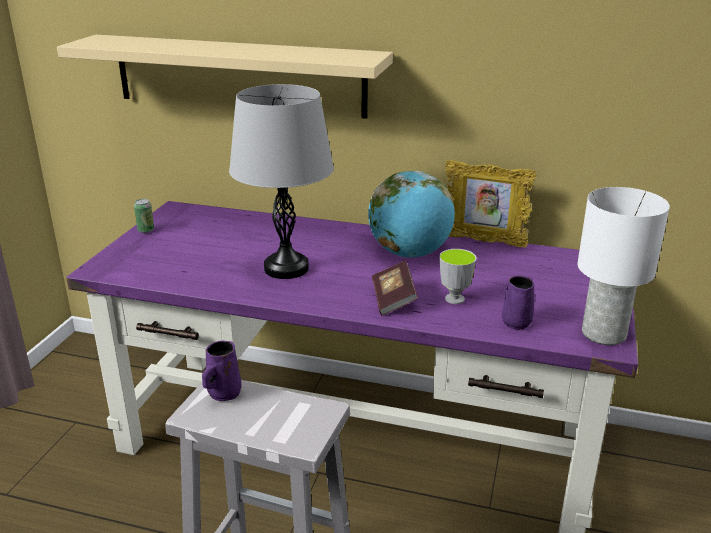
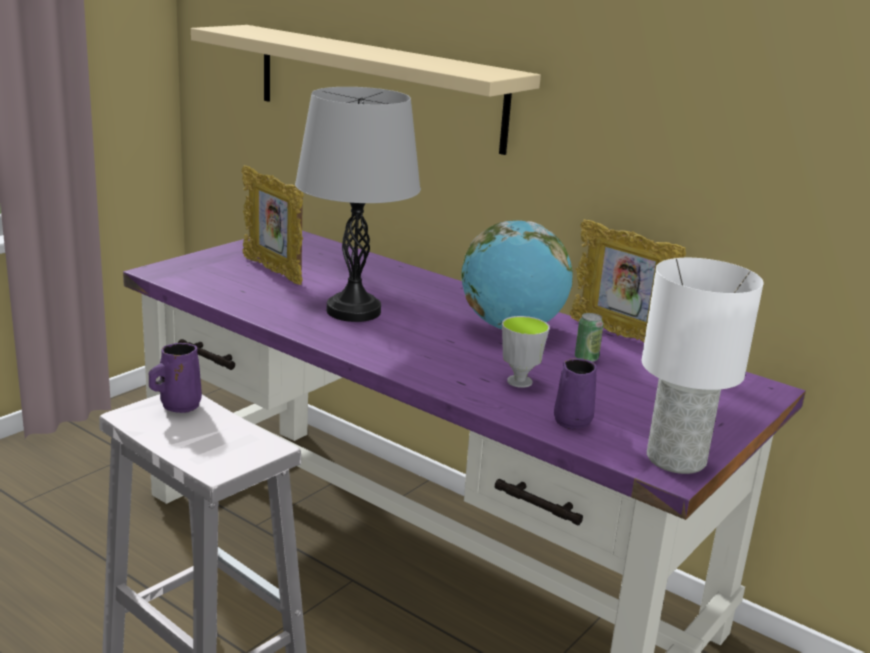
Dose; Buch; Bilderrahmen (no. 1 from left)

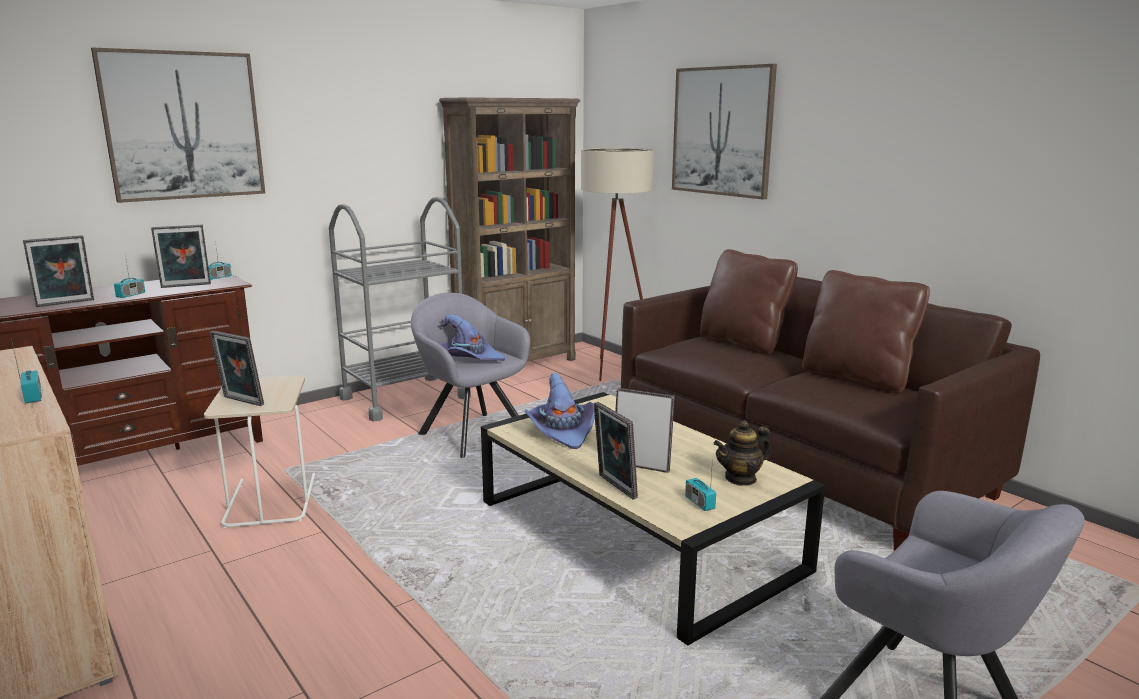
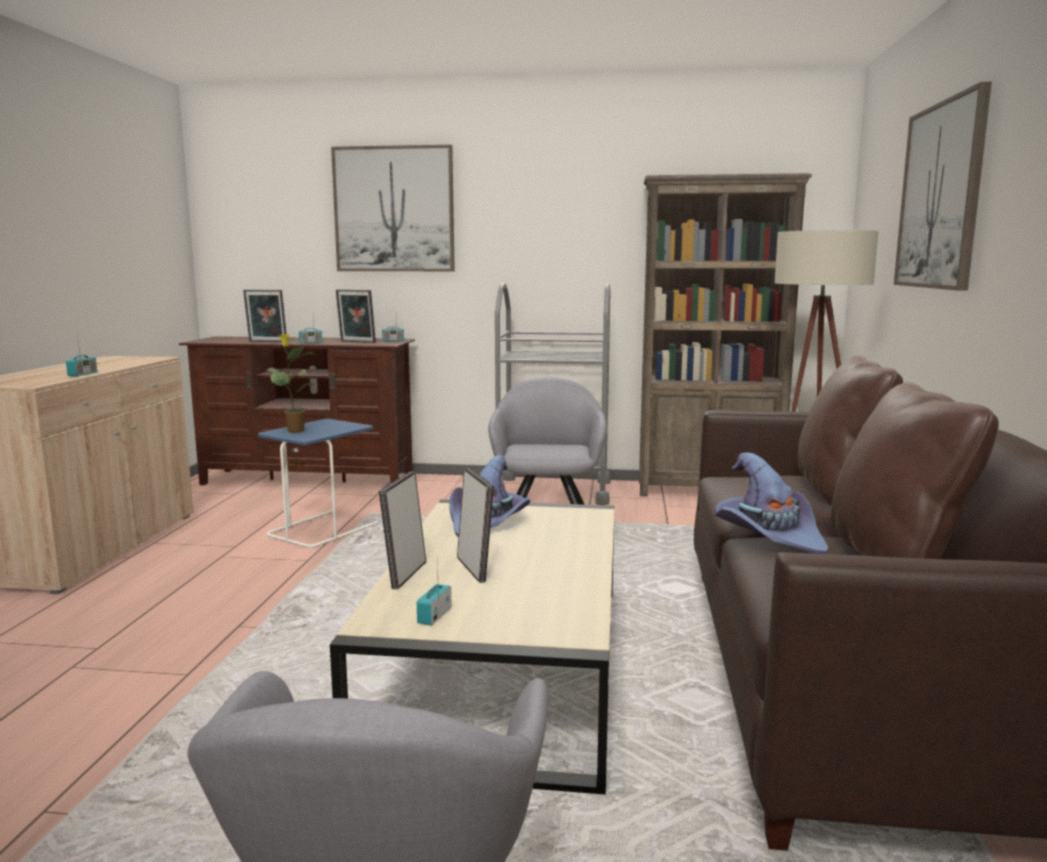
Beistelltisch (blau); Topfpflanze; Hut (lila) (no. 2 from left); Teekanne

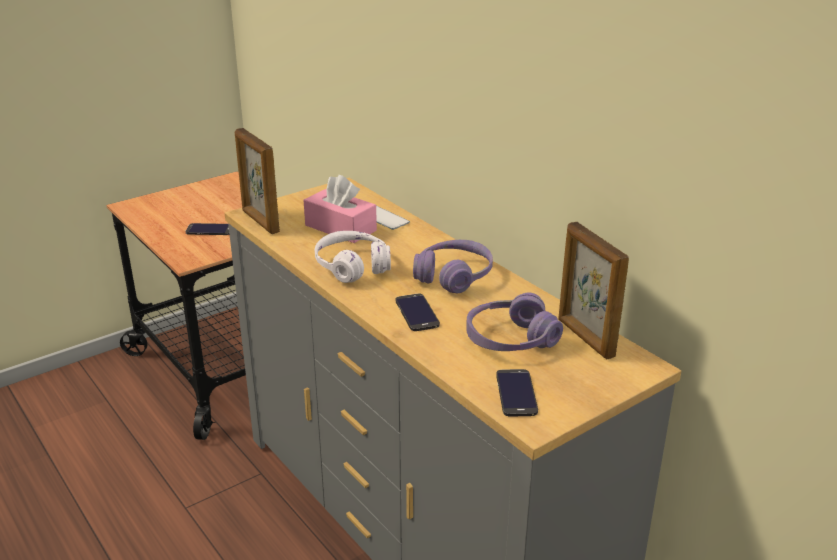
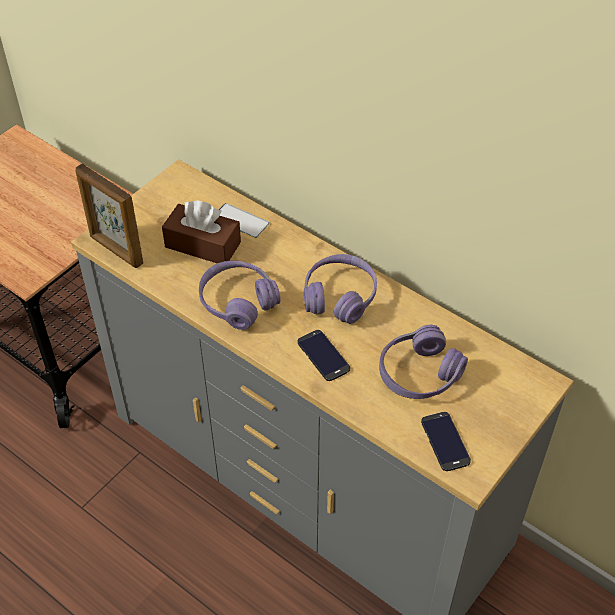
Handy (no. 1 from left in the first image); Taschentuchbox (braun); Kopfhörer (lila) (no. 1 from left); Bilderrahmen (no. 2 from left in the first image)

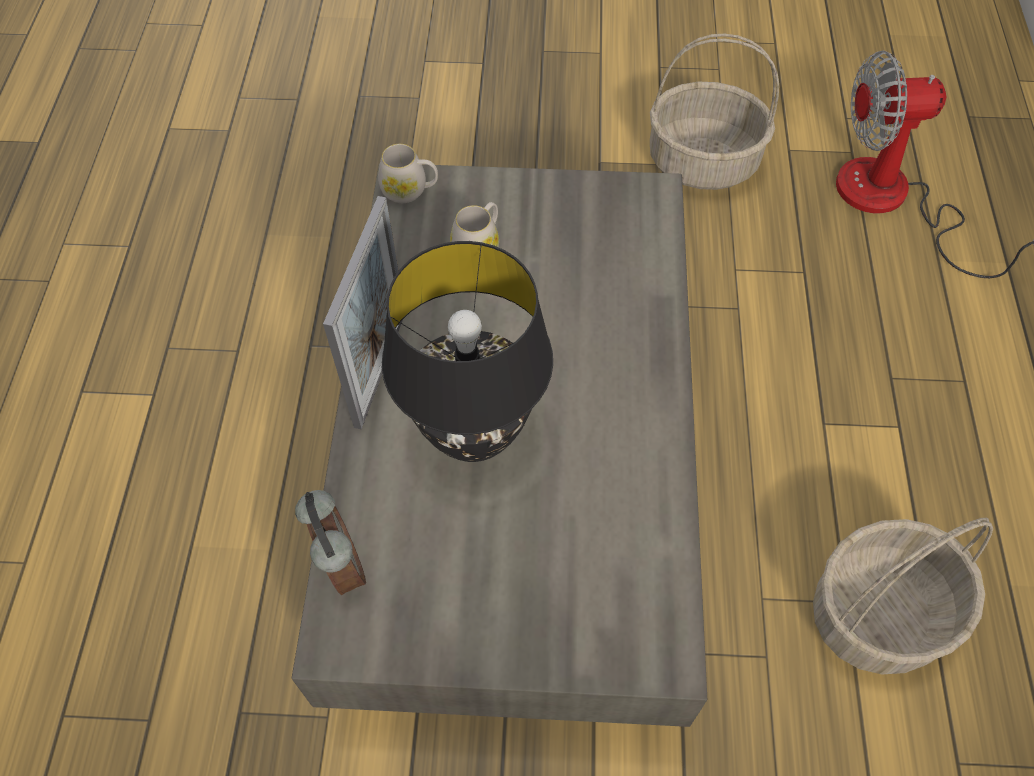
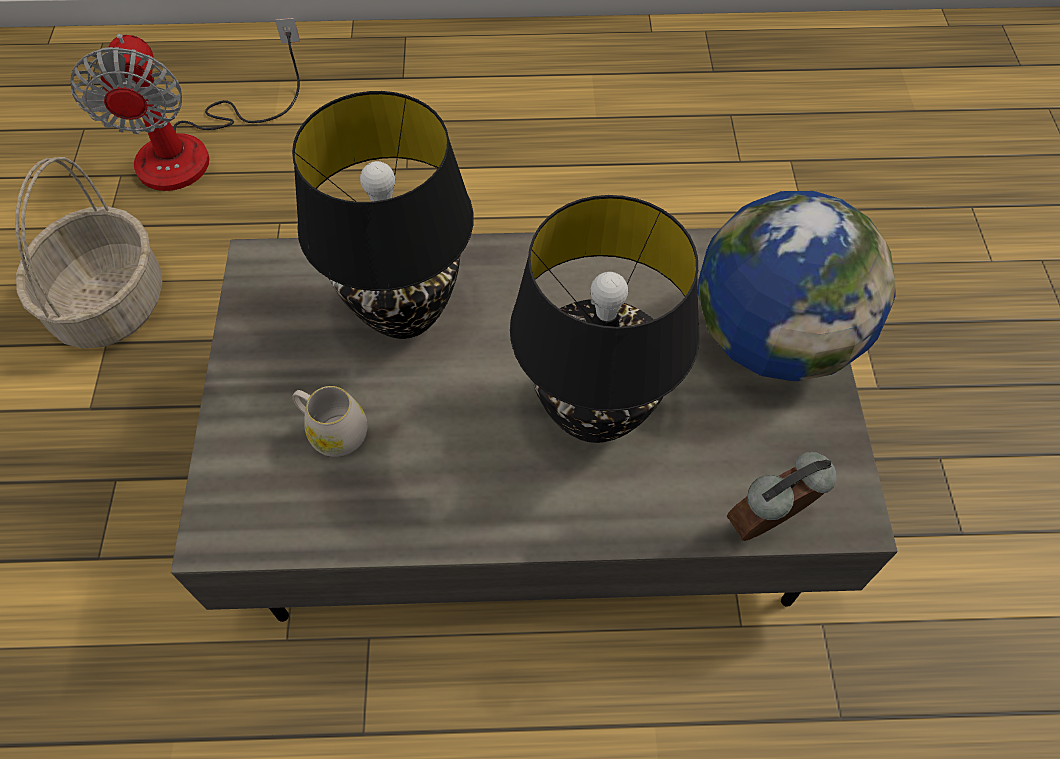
Bilderrahmen; Henkelbecher (weiß) (no. 1 from left in the first image); Korb (no. 2 from left in the first image); Tischlampe (schwarz) (no. 1 from left); Globus

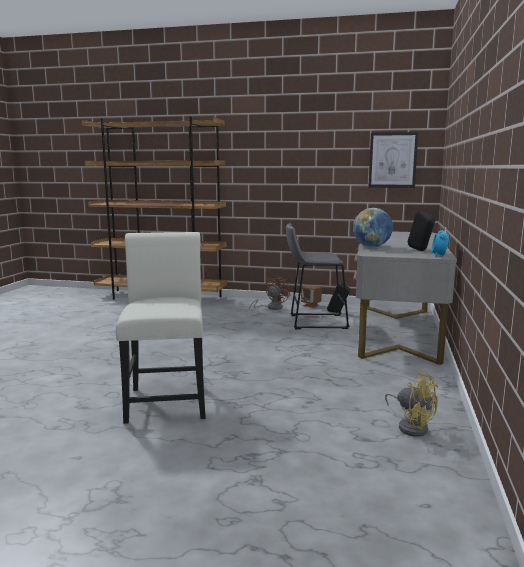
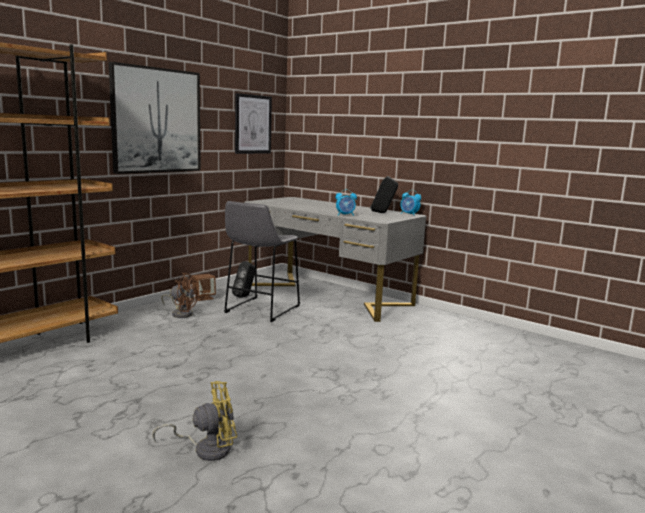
Stuhl (weiß); Ventilator (braun); Wecker (no. 1 from left); Ventilator (gelb); Bild (no. 1 from left)

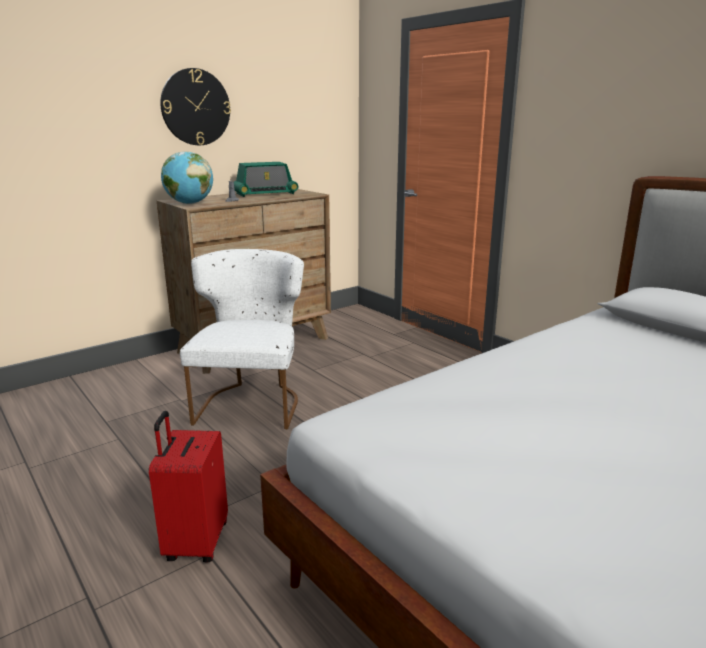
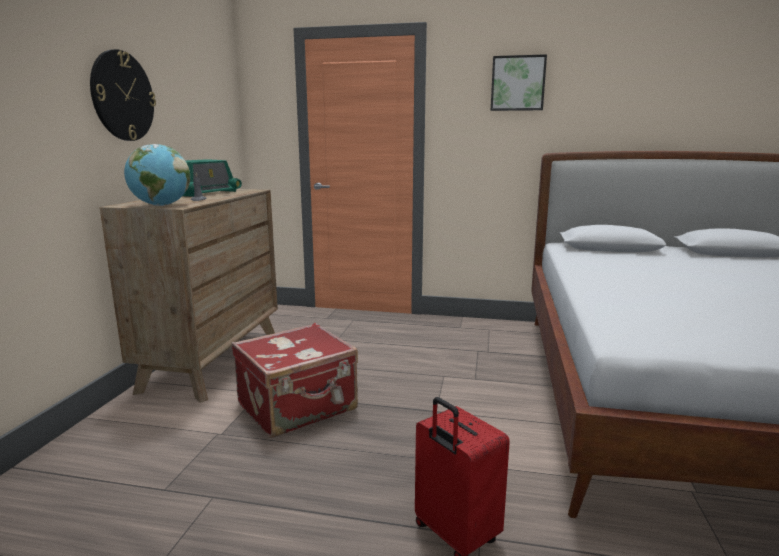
Koffer (rot) (no. 1 from left); Bild

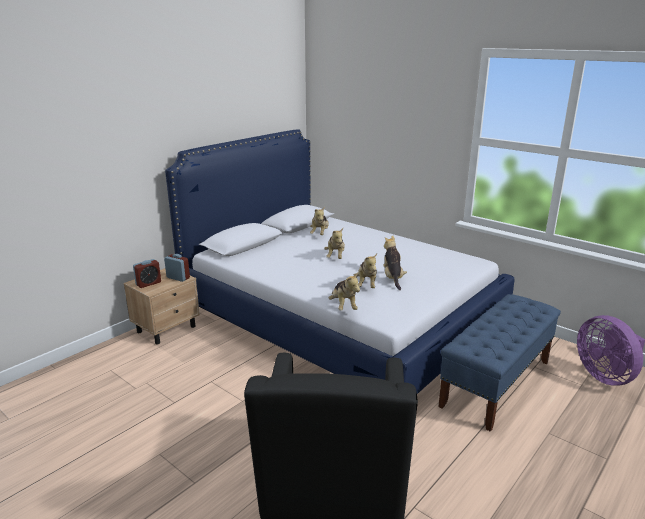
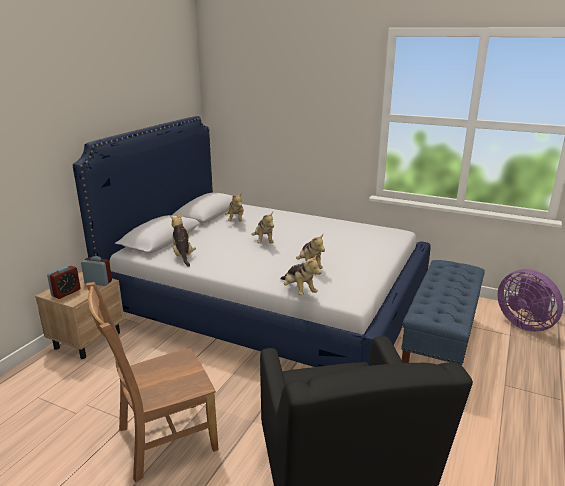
Plüschtier (no. 1 from left); Stuhl (braun)

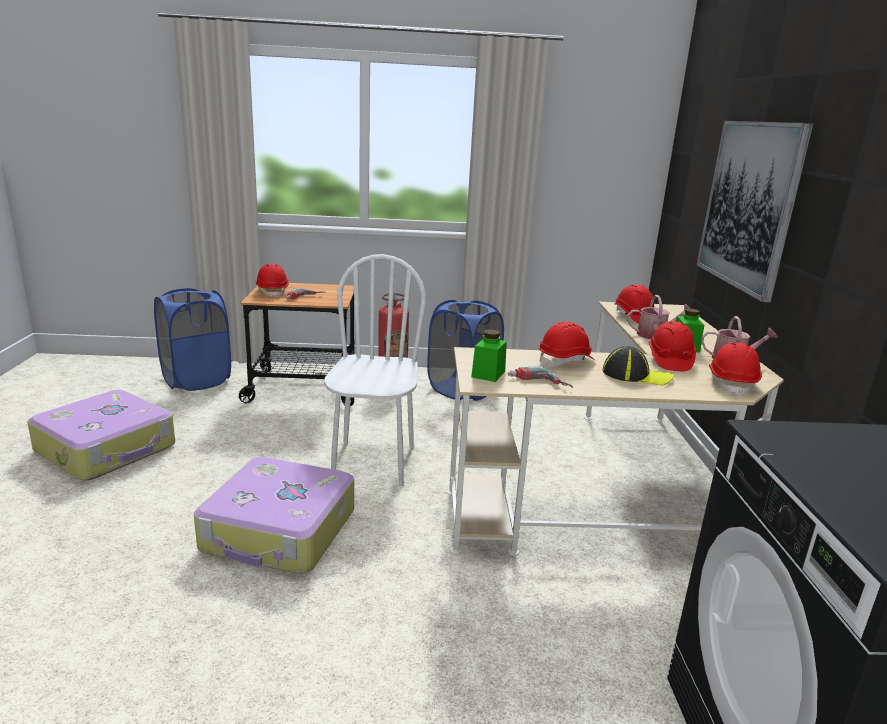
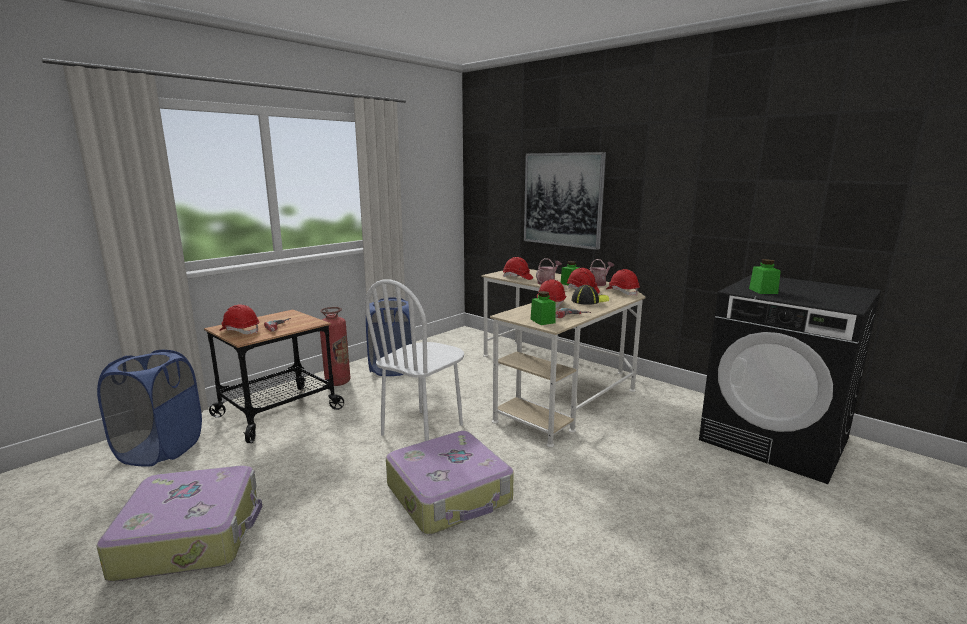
Stuhl (weiß); Vorratsglas (grün) (no. 3 from left)

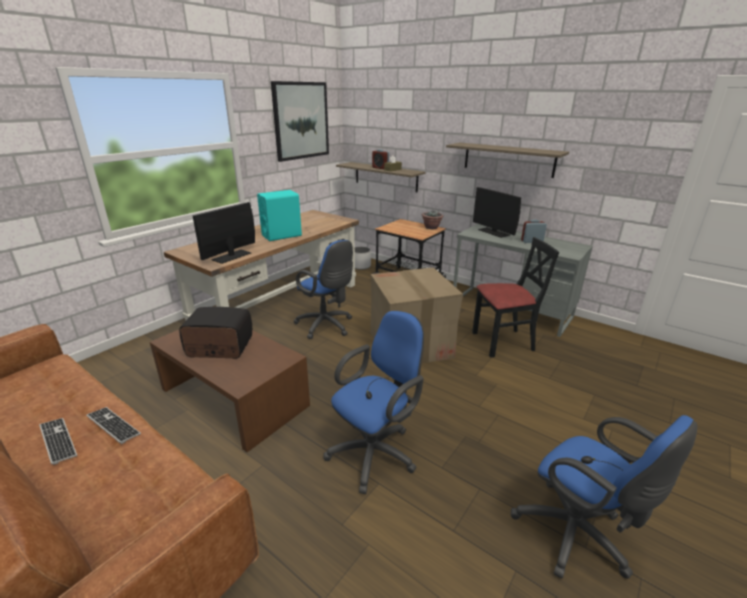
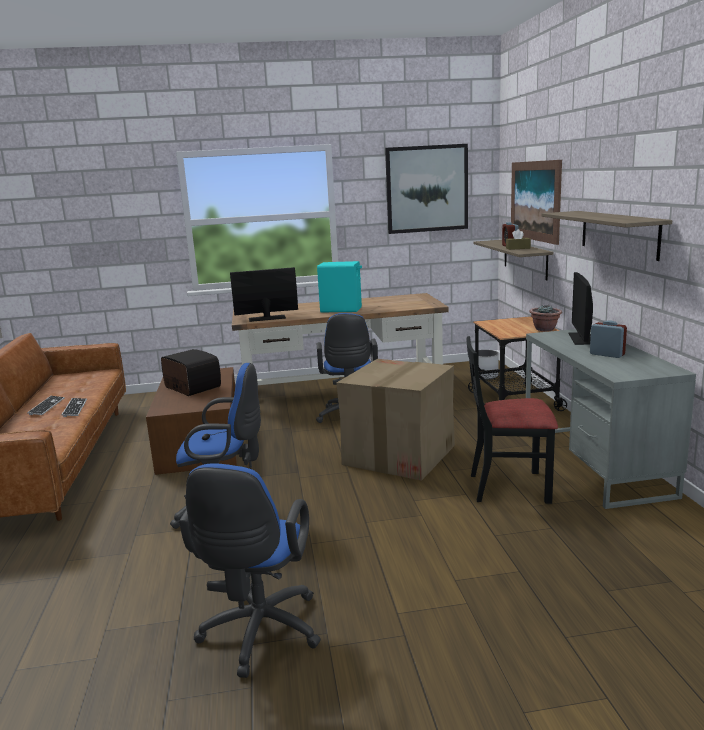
Stuhl (schwarz); Bild (no. 2 from left)

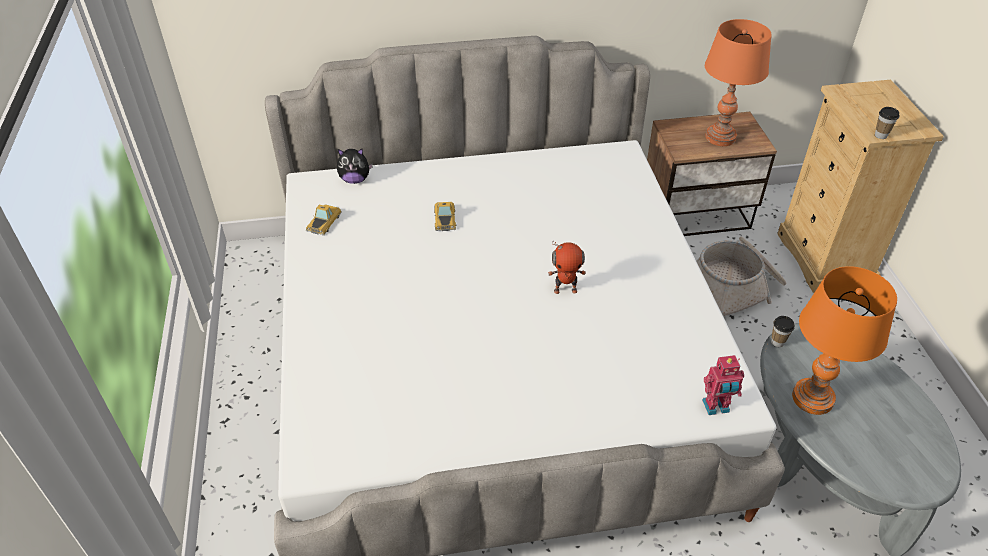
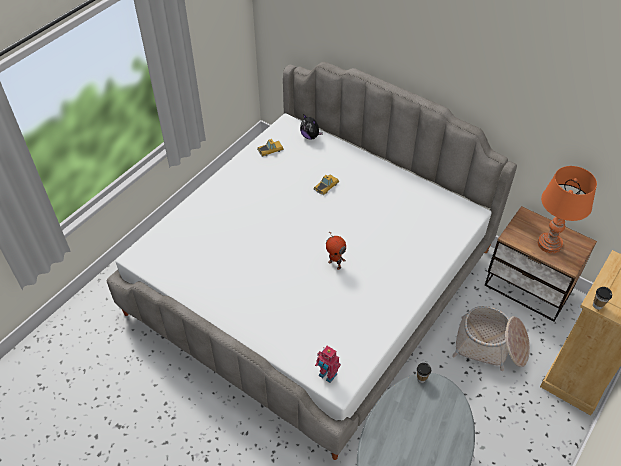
Tischlampe (orange) (no. 2 from left in the first image)

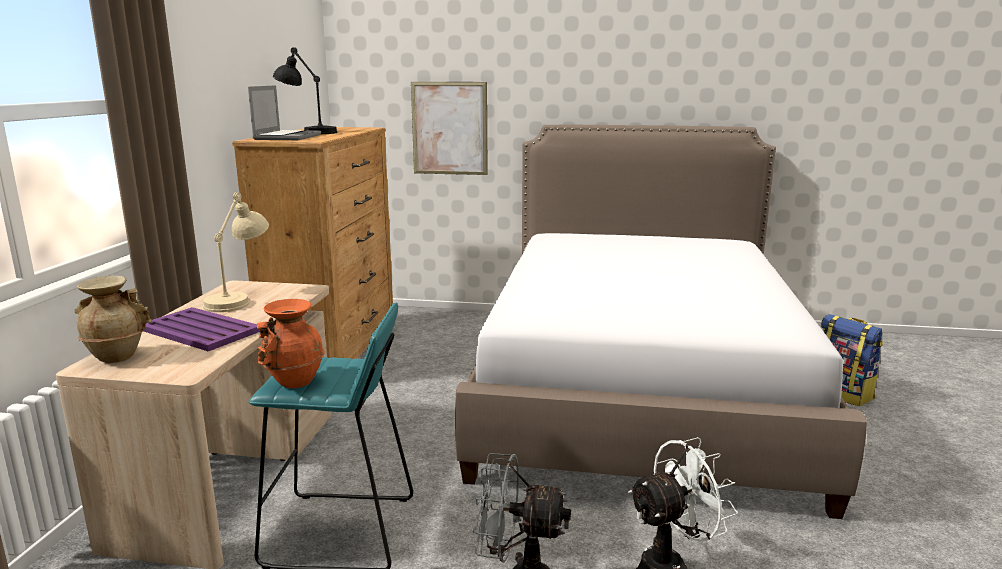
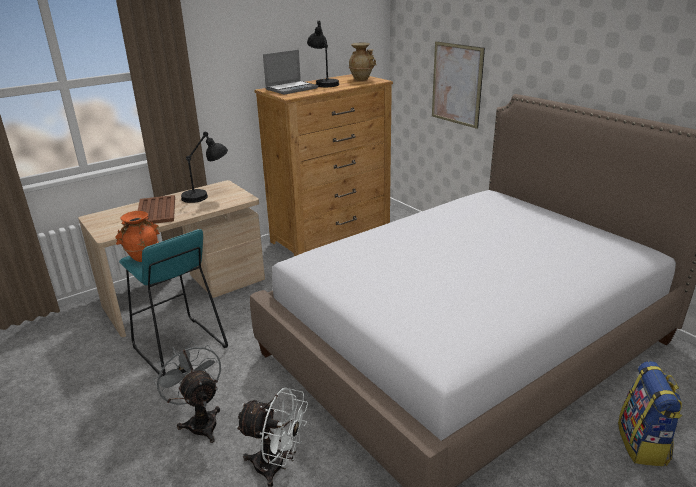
Vase (beige); Tablett (braun); Tischlampe (schwarz) (no. 1 from left)

